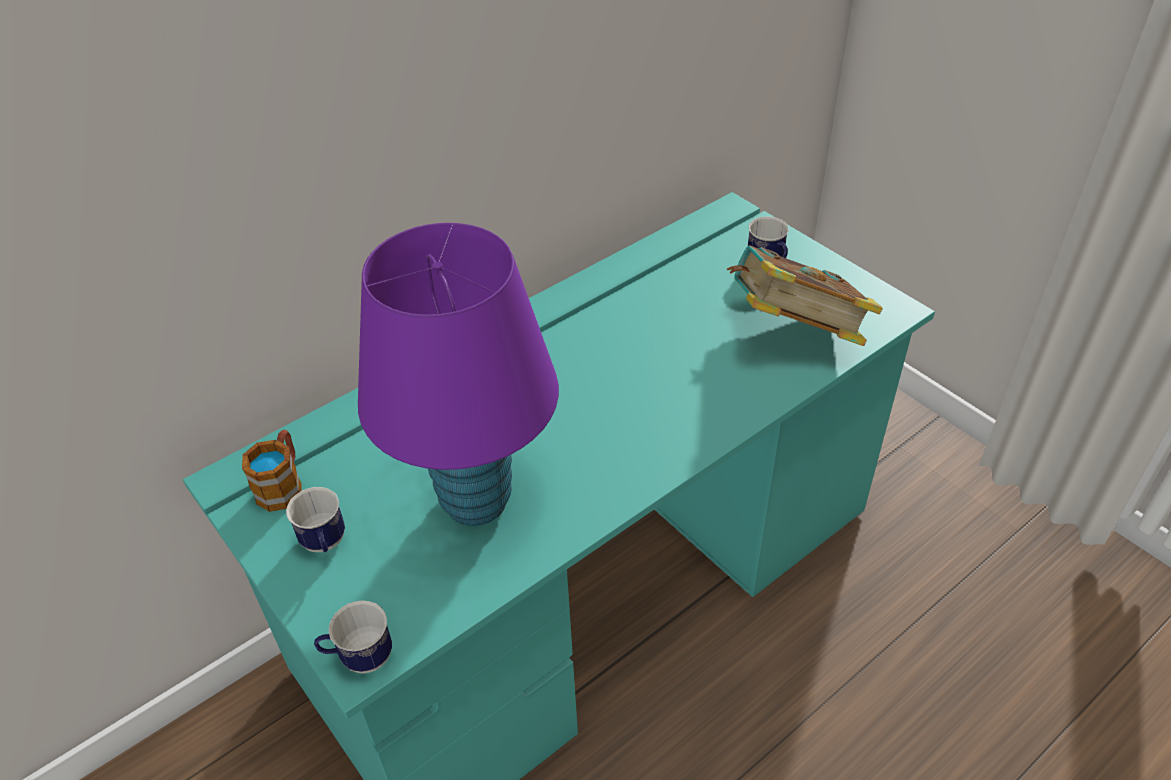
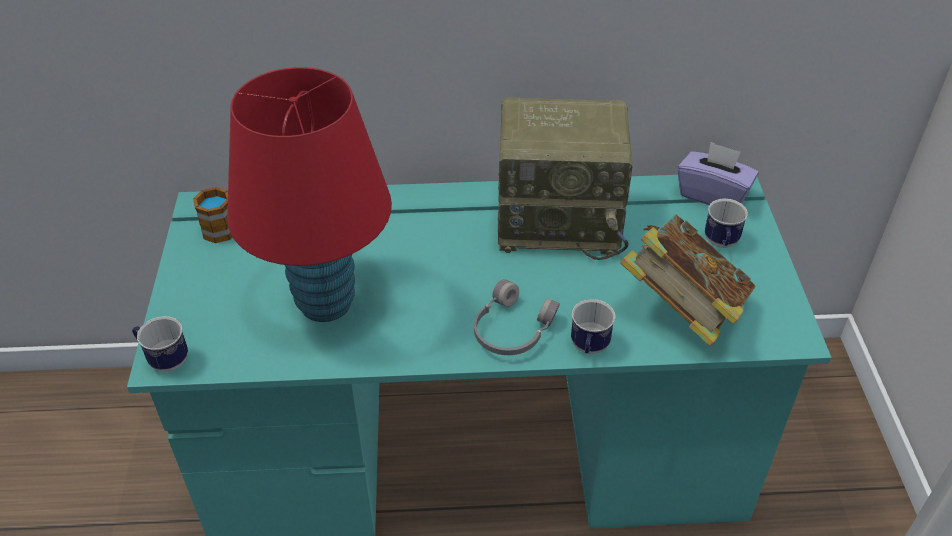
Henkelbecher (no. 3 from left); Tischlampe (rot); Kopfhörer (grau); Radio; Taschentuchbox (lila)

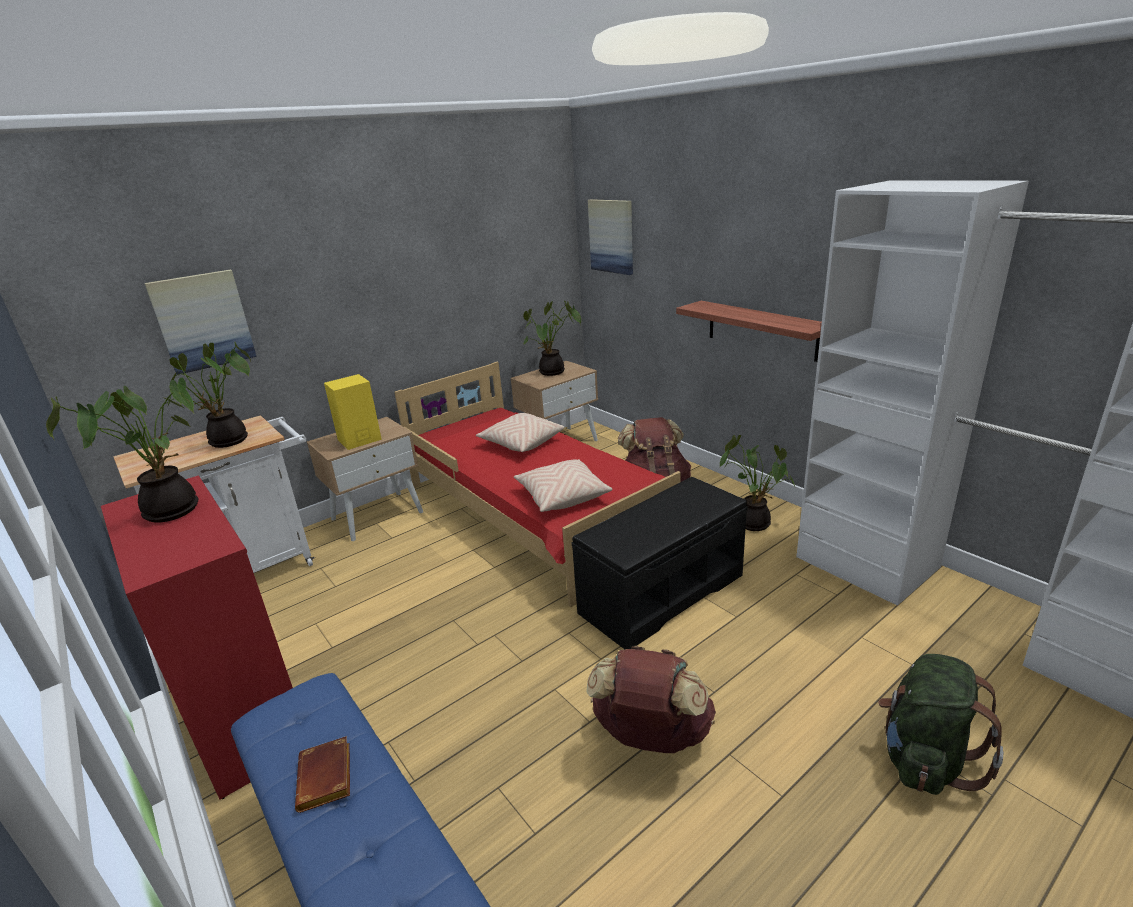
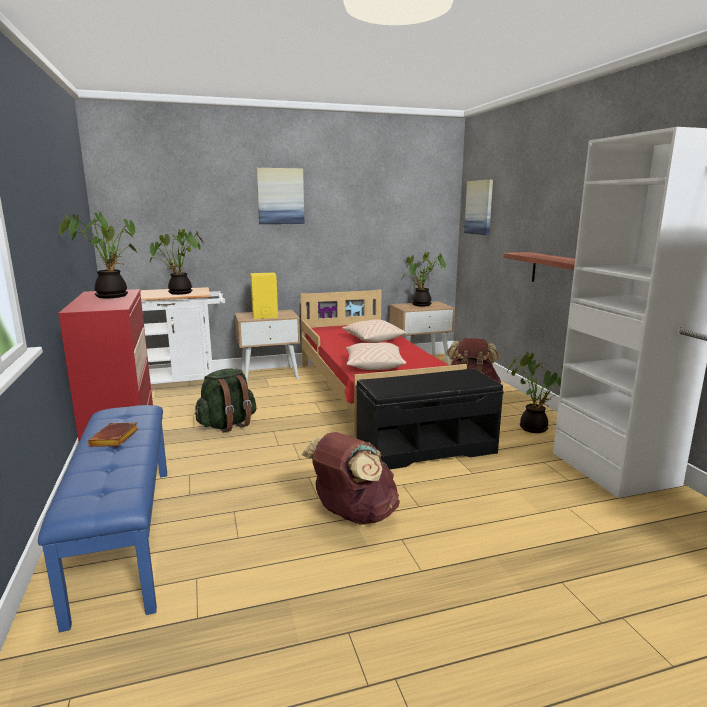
Bild (no. 1 from left); Rucksack (grün)

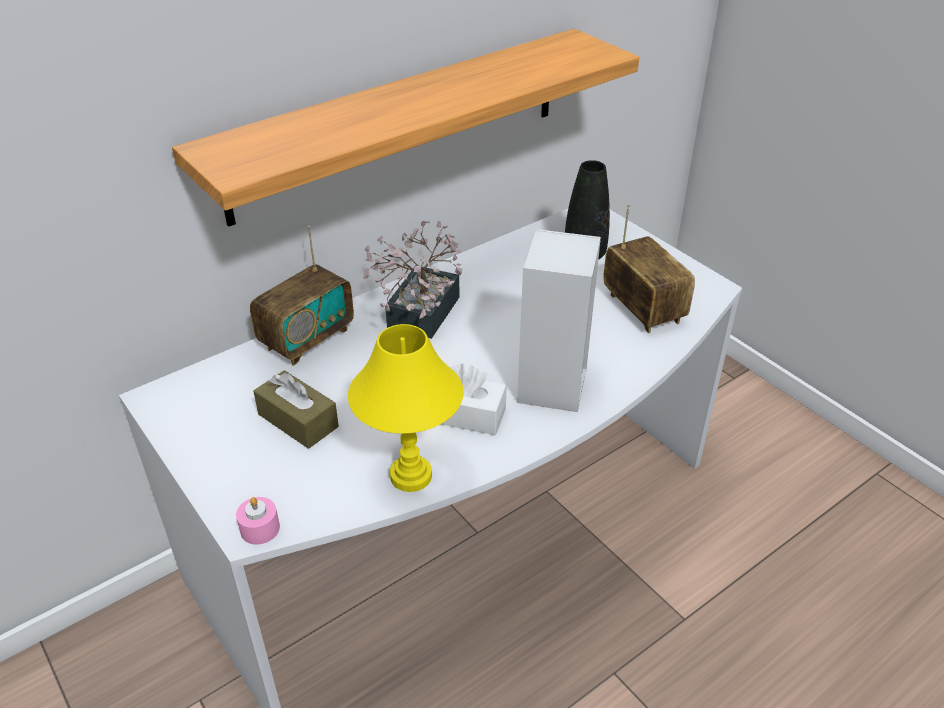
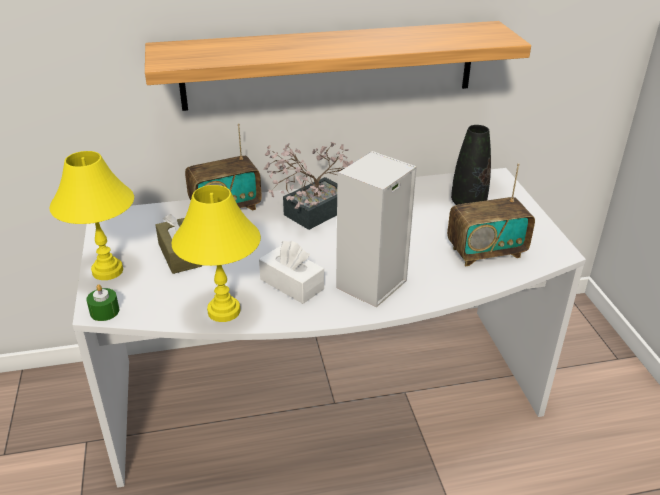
Kerze (grün); Radio (no. 2 from left); Tischlampe (gelb) (no. 1 from left)

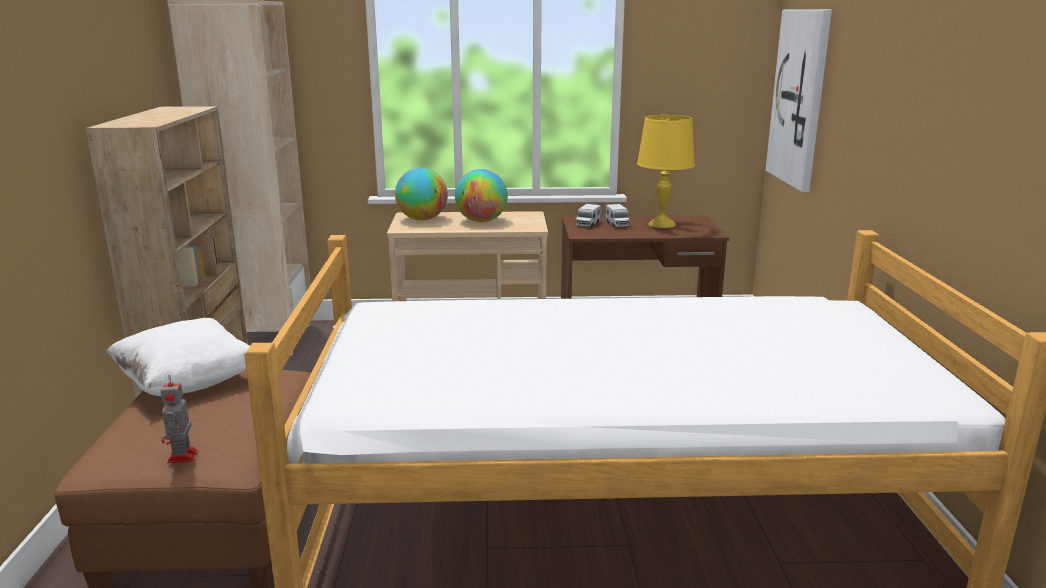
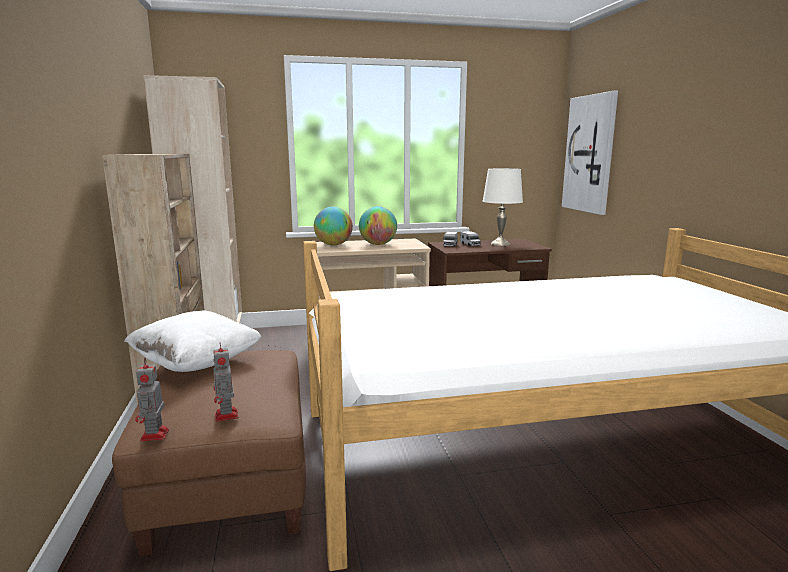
Tischlampe (weiß); Spielzeugroboter (no. 1 from left)

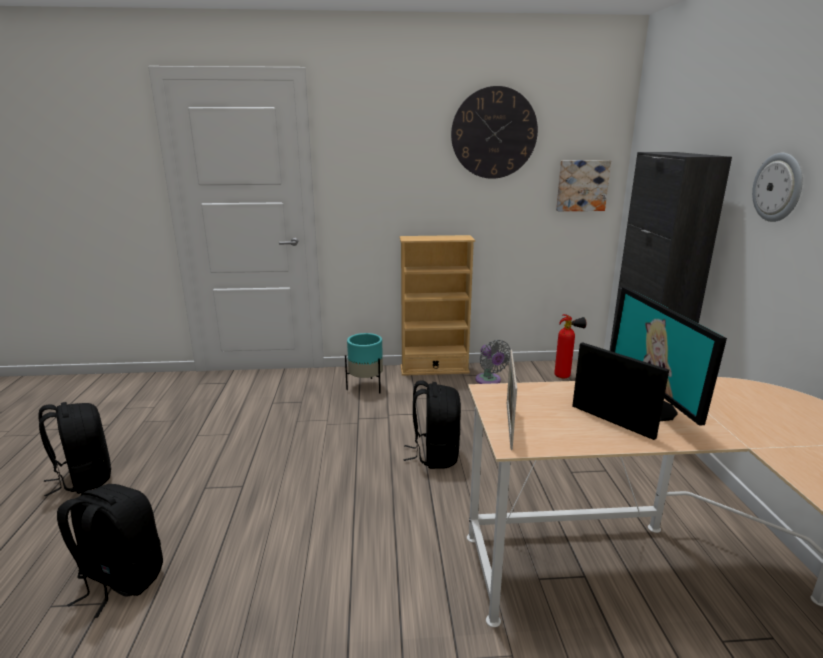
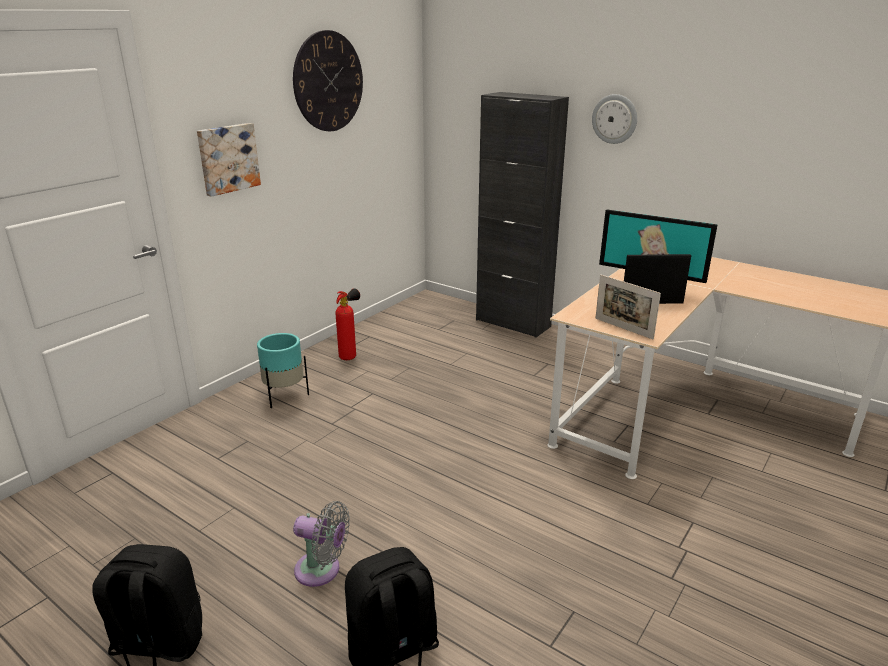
Bücherregal (beige); Rucksack (schwarz) (no. 3 from left in the first image); Ventilator (grau); Feuerlöscher; Bild

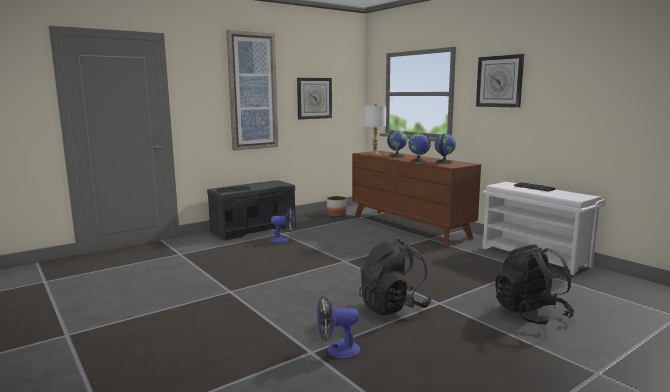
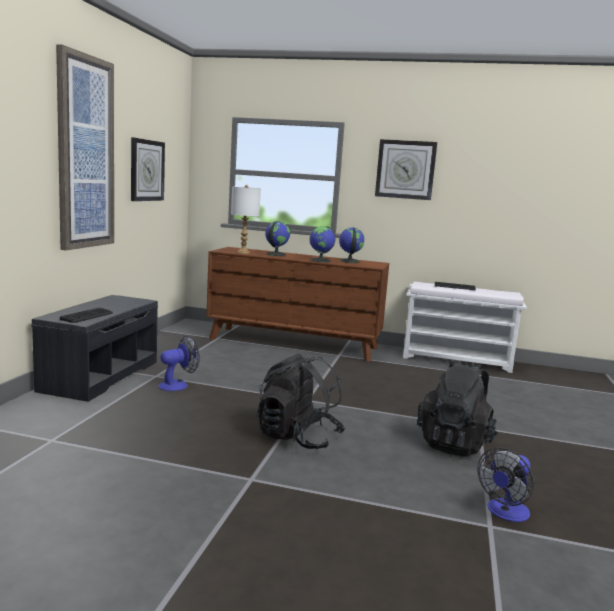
Pflanzkübel; Rucksack (schwarz) (no. 1 from left)

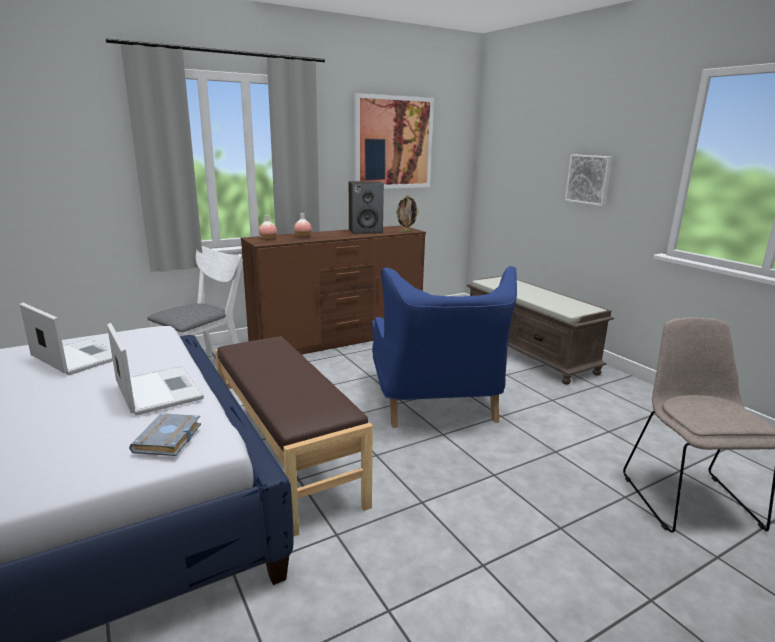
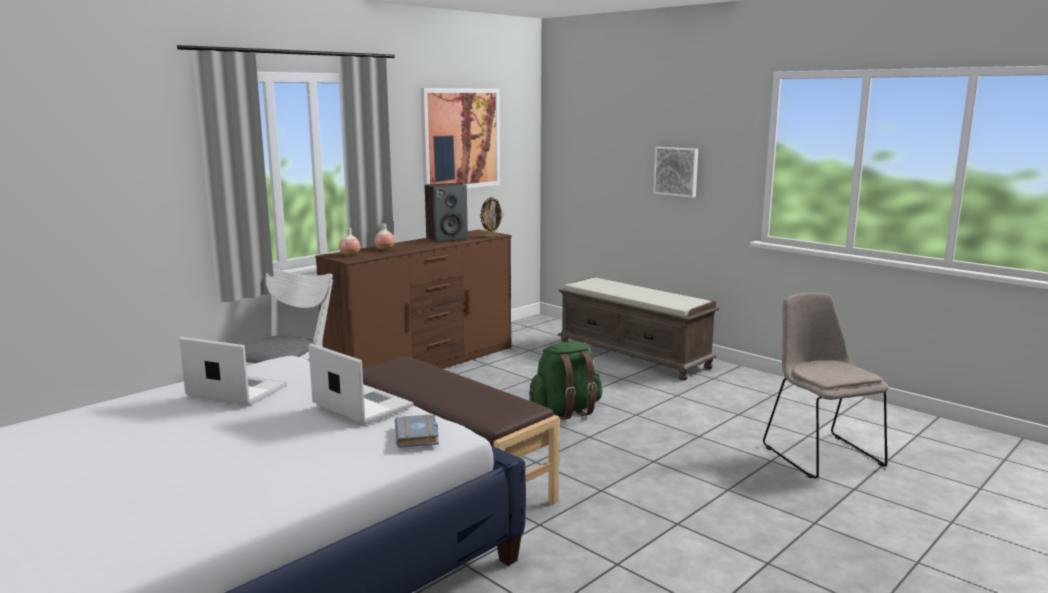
Rucksack (grün)

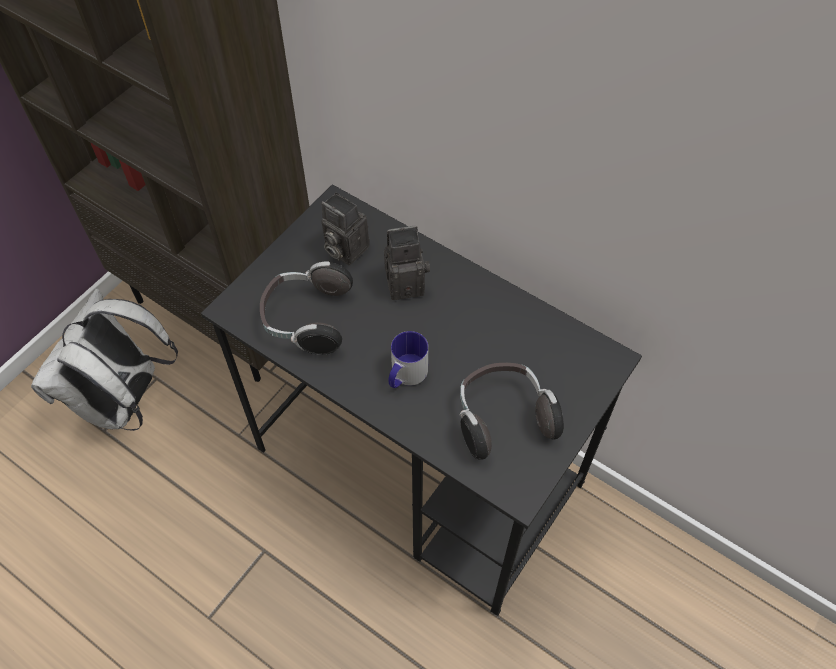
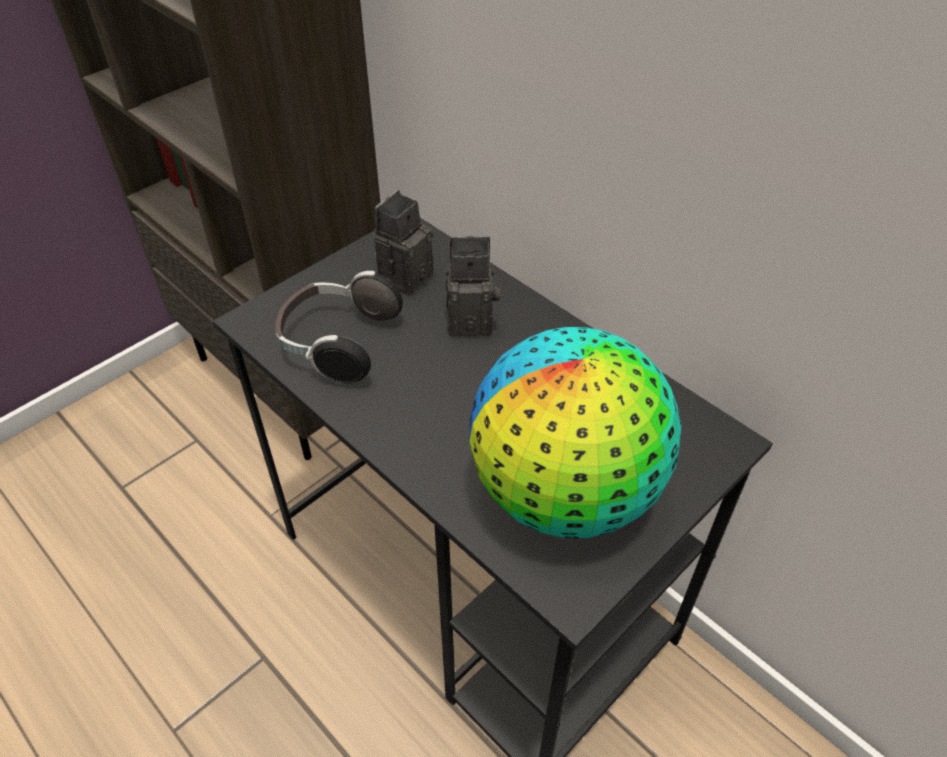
Rucksack (weiß); Kamera (no. 1 from left); Henkelbecher; Globus

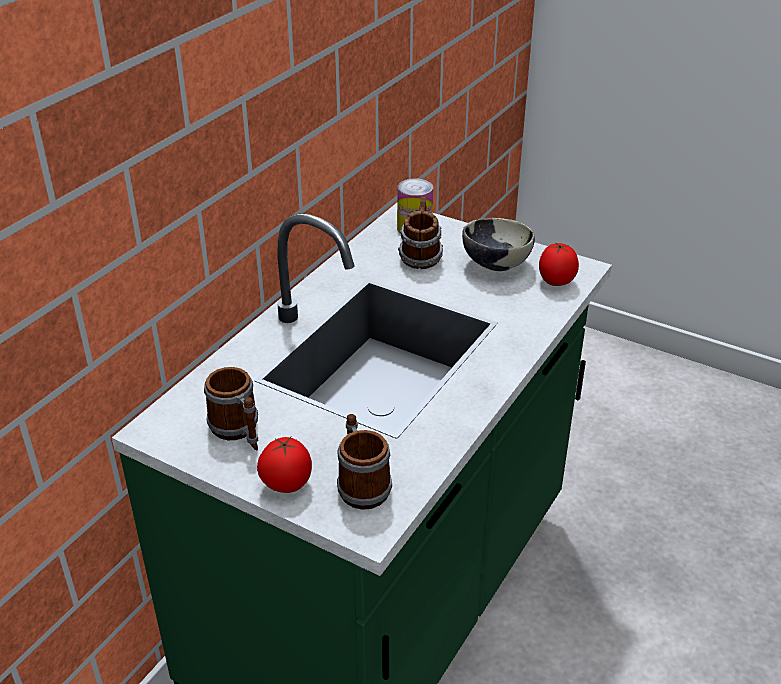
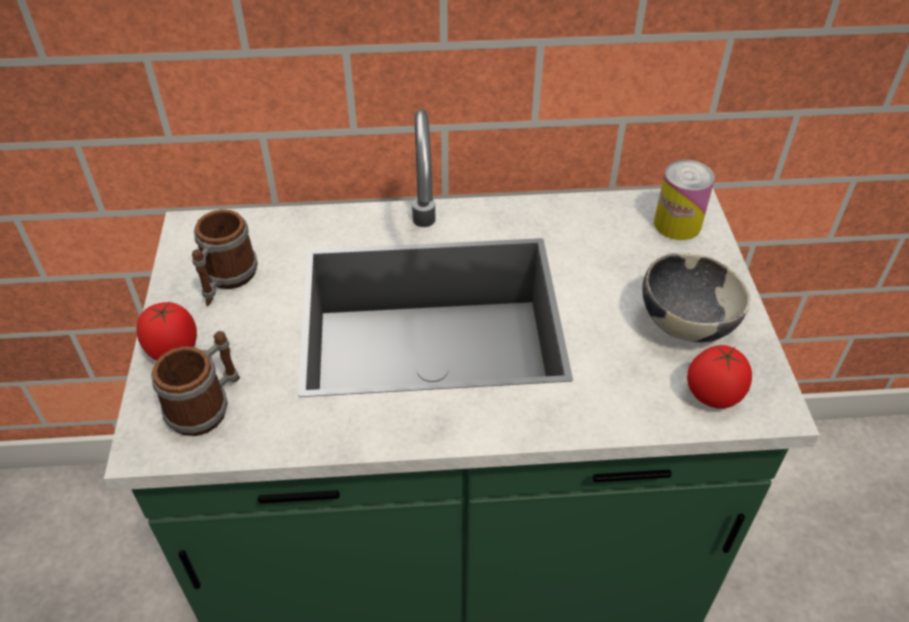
Henkelbecher (no. 3 from left in the first image)

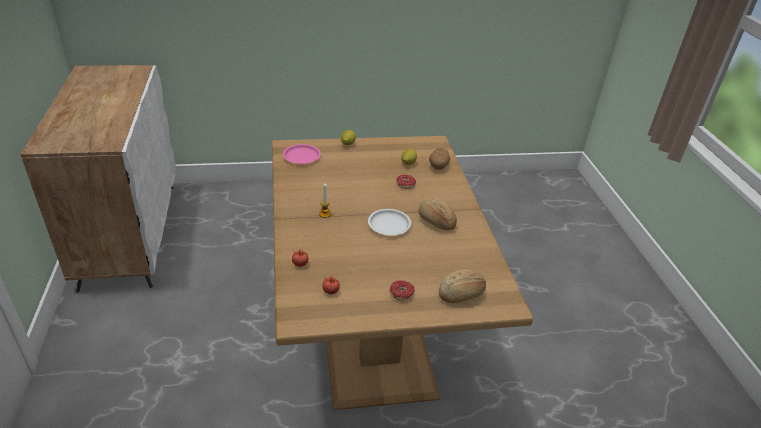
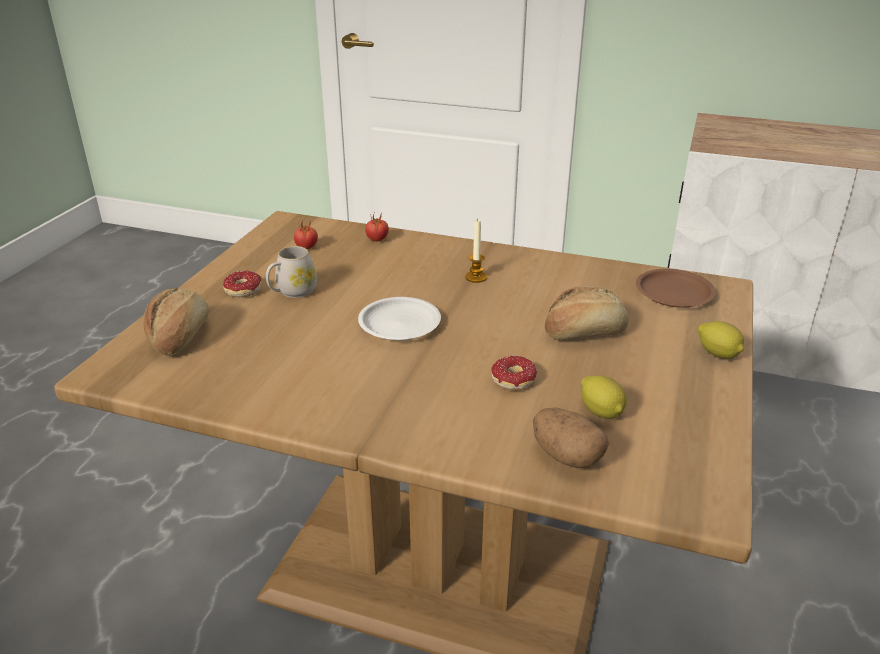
Teller (braun); Brot (no. 2 from left); Henkelbecher (weiß)

